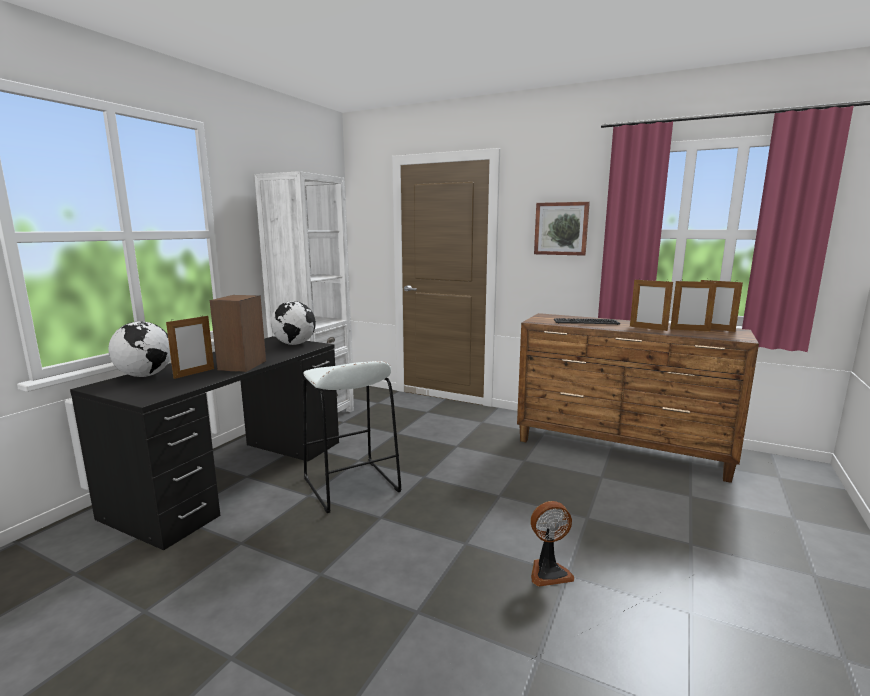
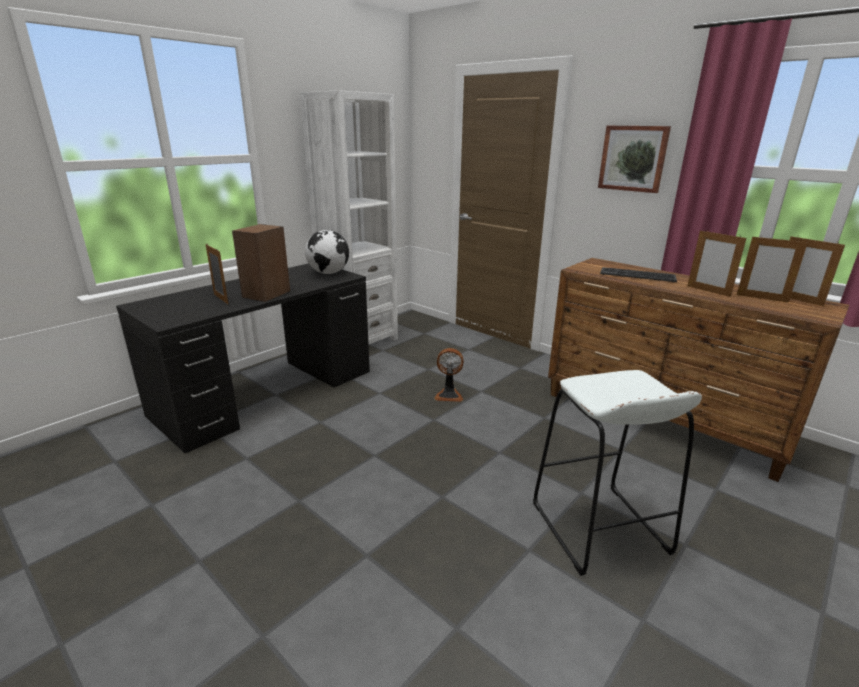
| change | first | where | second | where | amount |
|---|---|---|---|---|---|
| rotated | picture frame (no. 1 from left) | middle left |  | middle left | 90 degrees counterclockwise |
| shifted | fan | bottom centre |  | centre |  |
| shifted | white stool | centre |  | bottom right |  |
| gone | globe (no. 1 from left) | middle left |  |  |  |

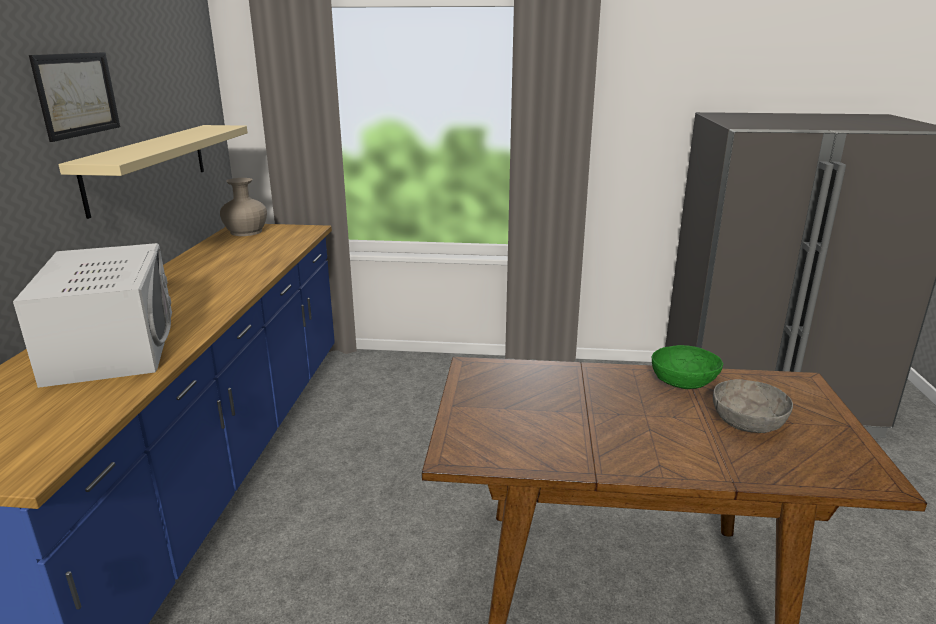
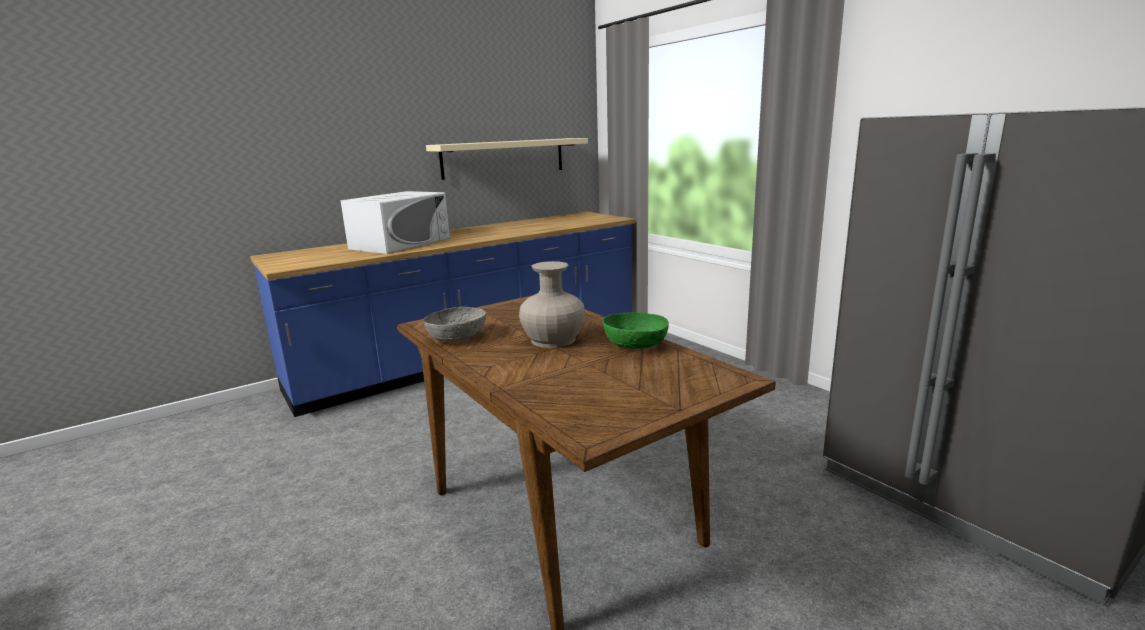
| change | first | where | second | where | amount |
|---|---|---|---|---|---|
| shifted | grey bowl | middle right |  | centre |  |
| shifted | beige vase | top left |  | centre |  |
| gone | picture | top left |  |  |  |

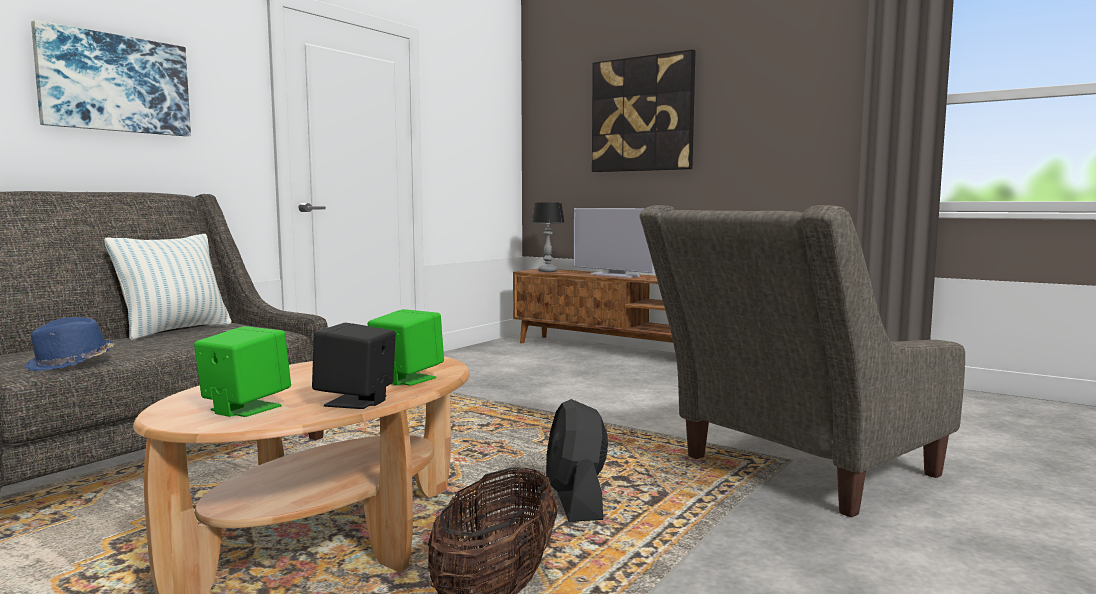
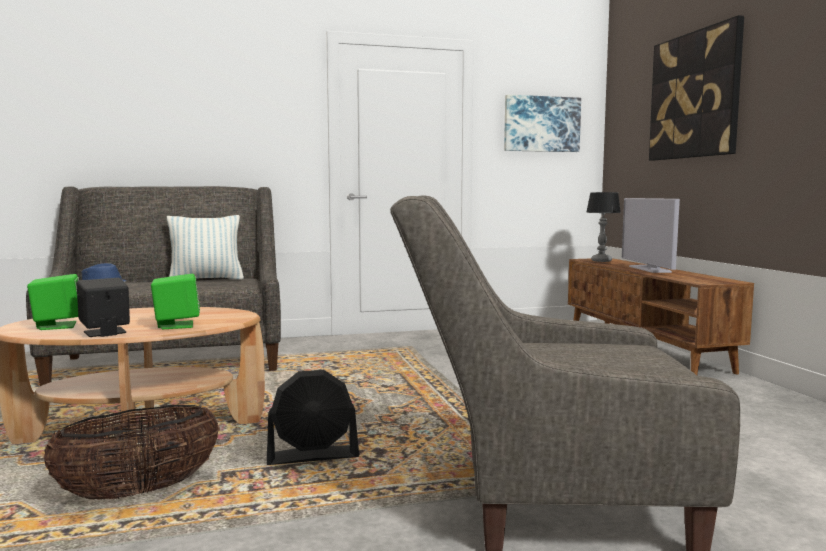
| change | first | where | second | where | amount |
|---|---|---|---|---|---|
| rotated | black fan | bottom centre |  | bottom centre | 135 degrees counterclockwise |
| shifted | picture (no. 1 from left) | top left |  | top centre |  |

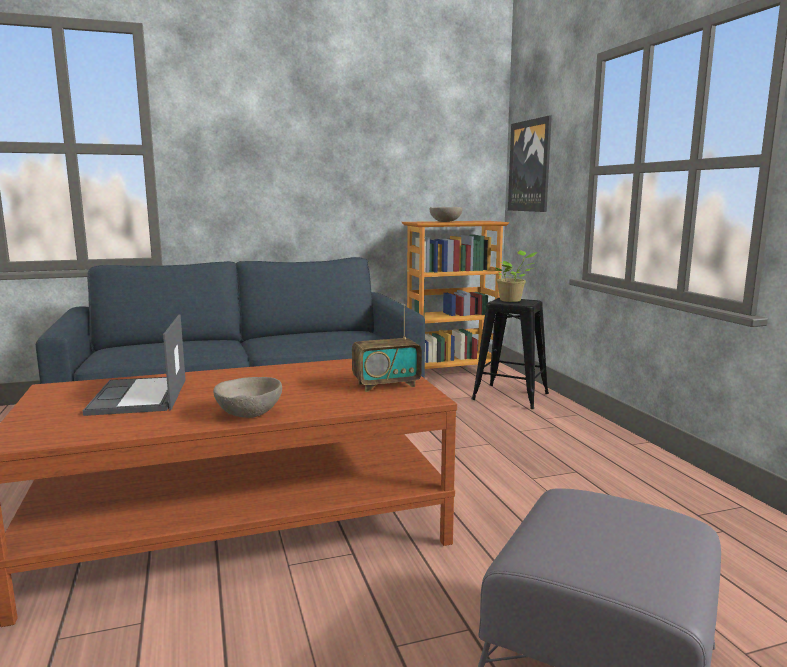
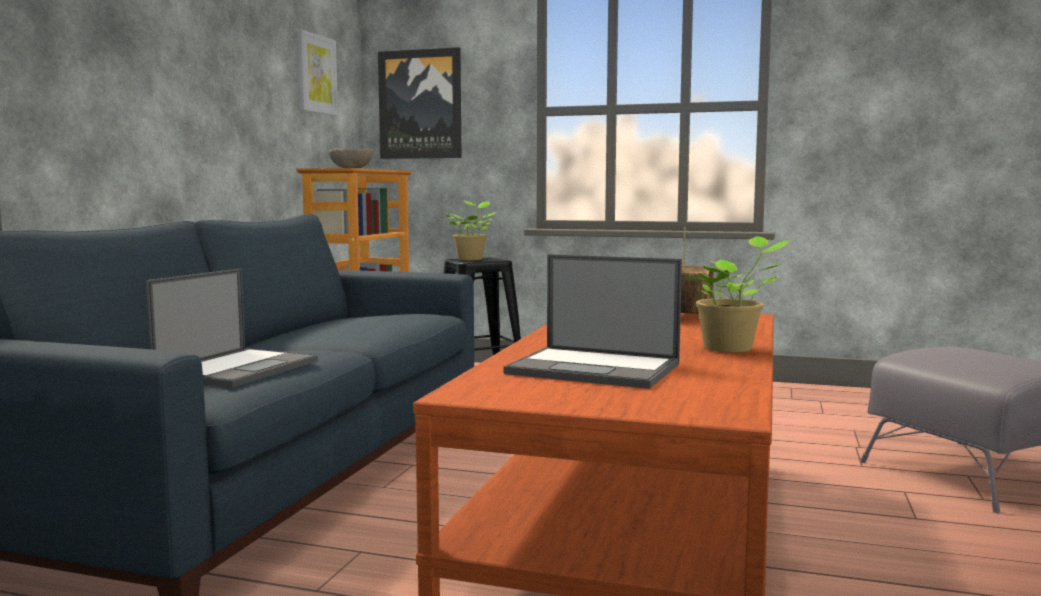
| change | first | where | second | where | amount |
|---|---|---|---|---|---|
| new |  |  | laptop (no. 1 from left) | middle left |  |
| new |  |  | picture (no. 1 from left) | top left |  |
| swapped | beige bowl (no. 1 from left) | middle left | potted plant (no. 2 from left) | middle right |  |

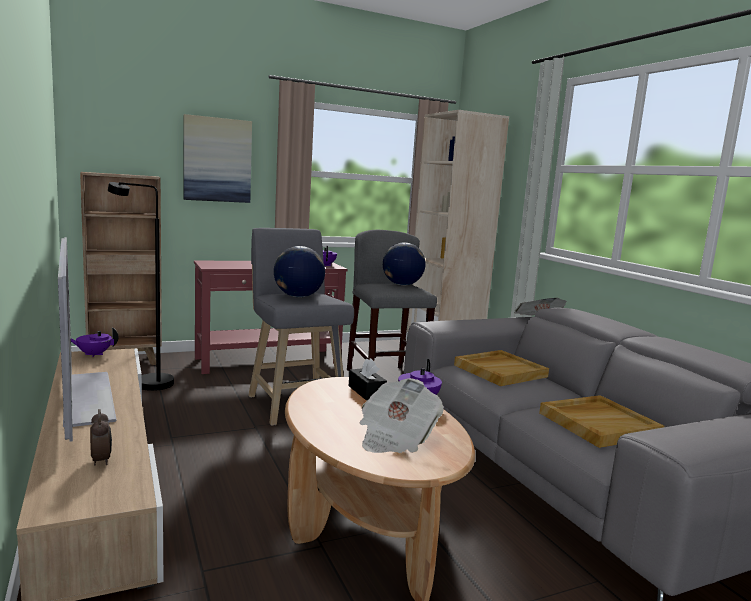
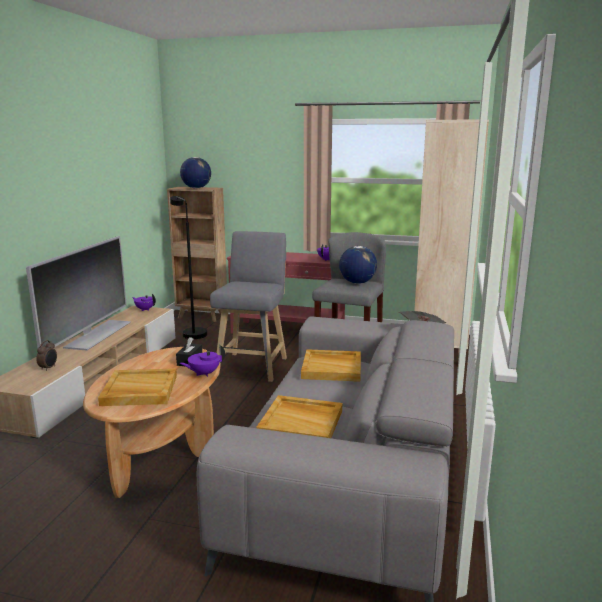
| change | first | where | second | where | amount |
|---|---|---|---|---|---|
| swapped | newspaper (no. 1 from left) | bottom centre | beige tray (no. 1 from left) | middle left |  |
| shifted | globe (no. 1 from left) | centre |  | top left |  |
| gone | picture | top left |  |  |  |

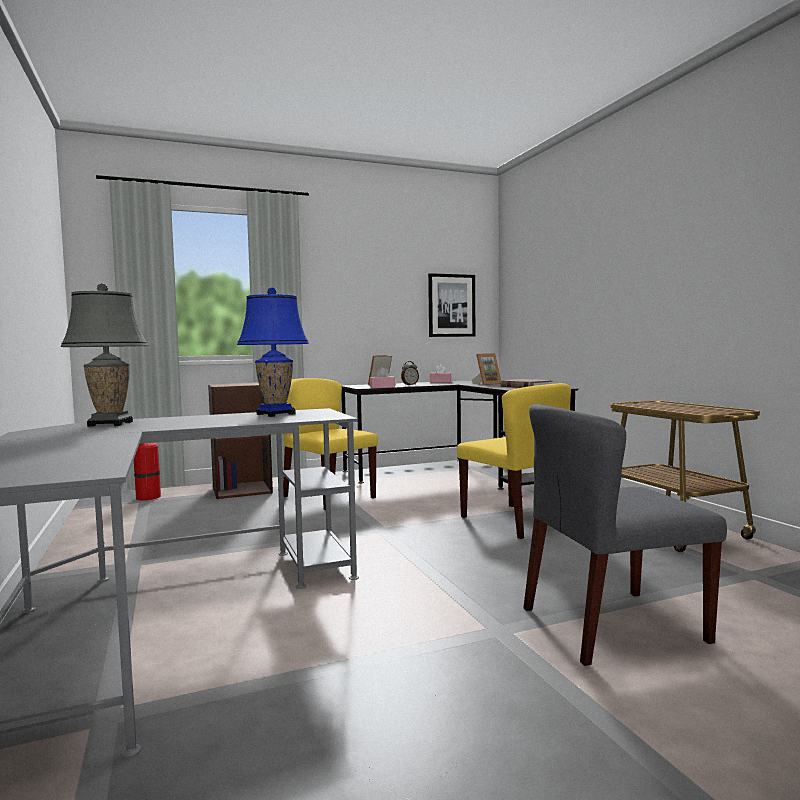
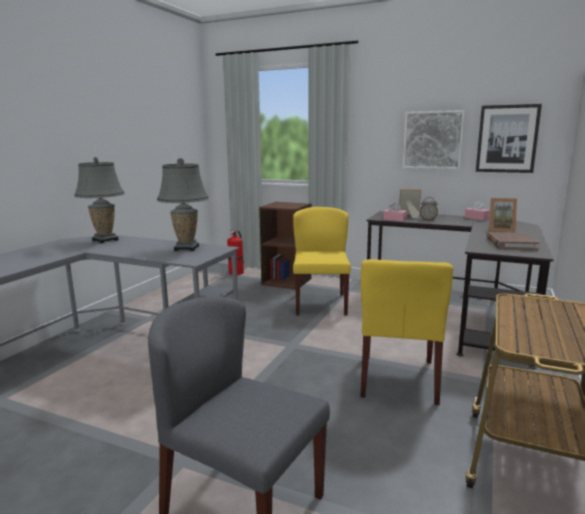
| change | first | where | second | where | amount |
|---|---|---|---|---|---|
| repainted | blue table lamp | centre | grey table lamp (no. 2 from left) | middle left |  |
| new |  |  | picture (no. 1 from left) | top right |  |

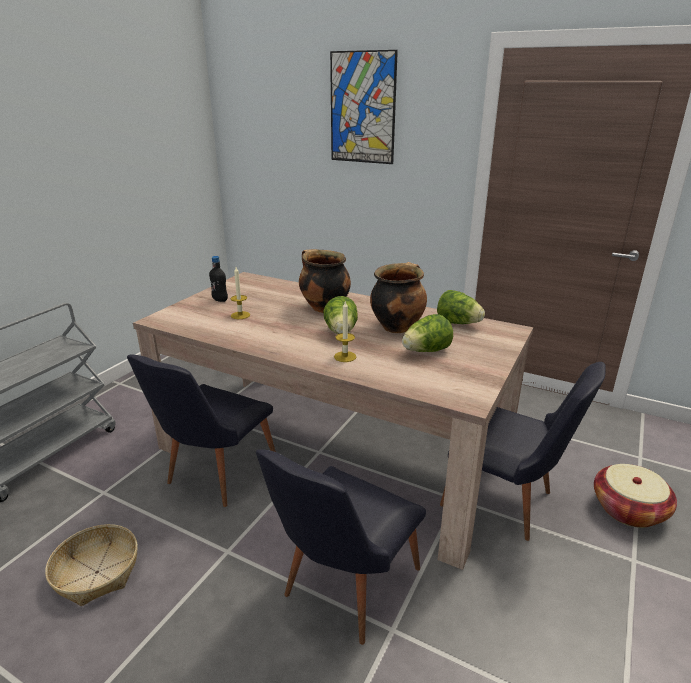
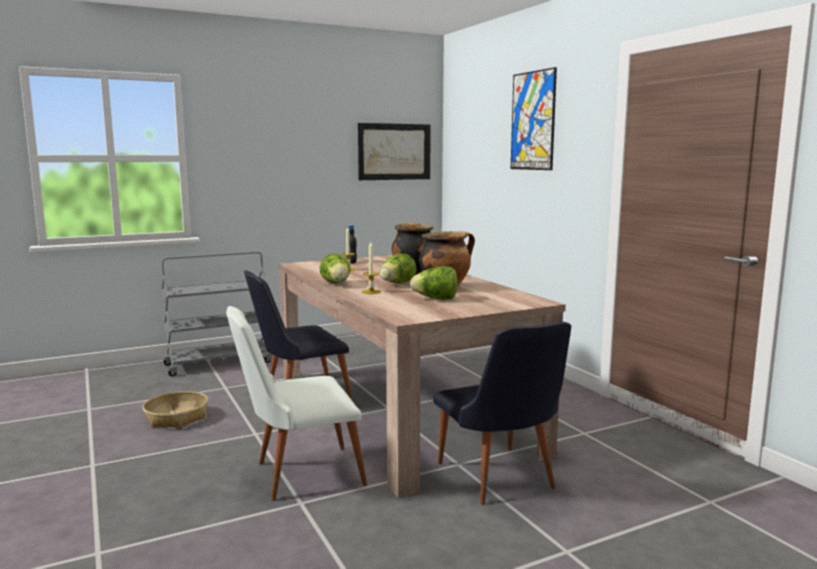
| change | first | where | second | where | amount |
|---|---|---|---|---|---|
| repainted | black chair (no. 2 from left) | bottom centre | white chair | bottom centre |  |
| shifted | lettuce (no. 3 from left in the first image) | middle right | lettuce (no. 1 from left) | centre |  |
| new |  |  | picture (no. 1 from left) | top centre |  |
| gone | basket (no. 2 from left) | bottom right |  |  |  |

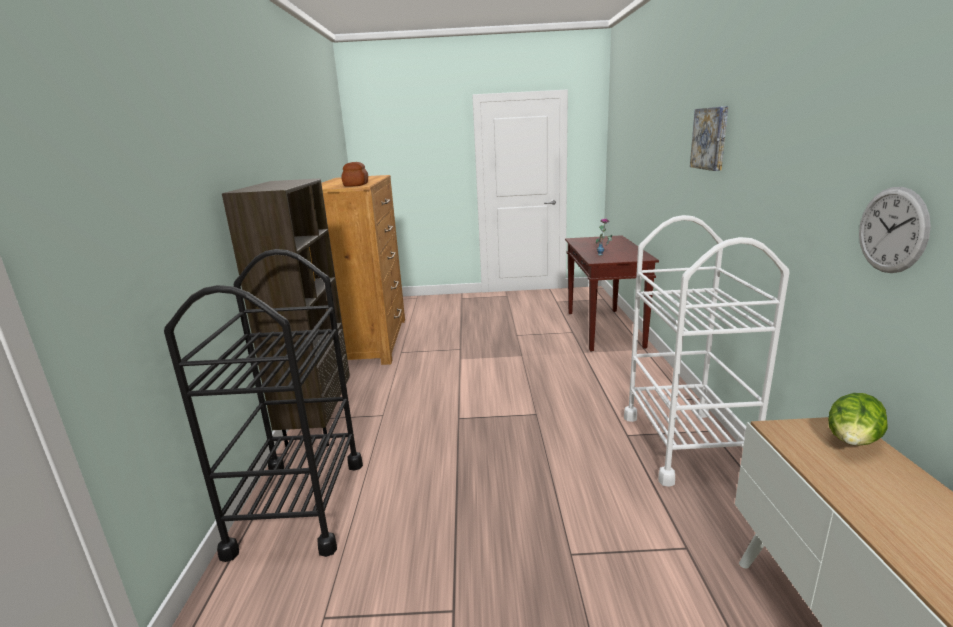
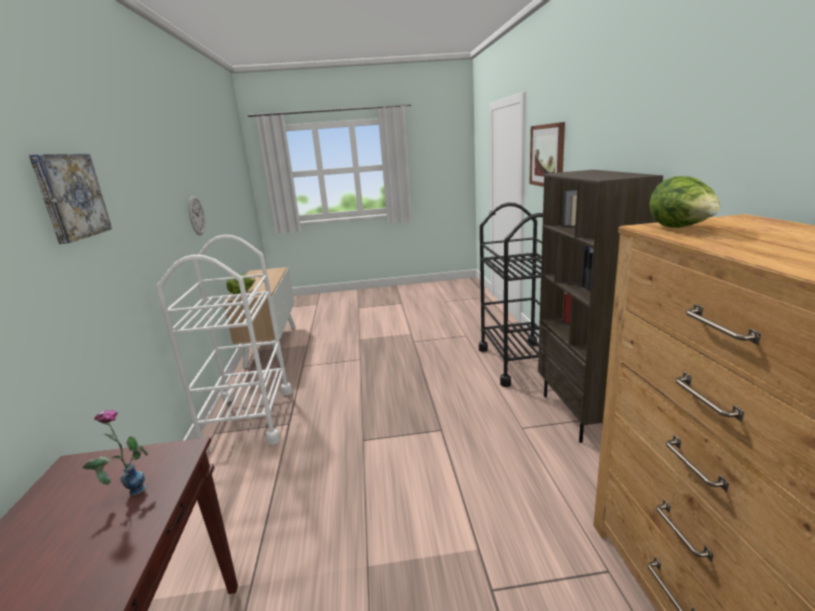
| change | first | where | second | where | amount |
|---|---|---|---|---|---|
| new |  |  | picture (no. 2 from left) | top right |  |
| swapped | bread | top centre | lettuce (no. 2 from left) | top right |  |

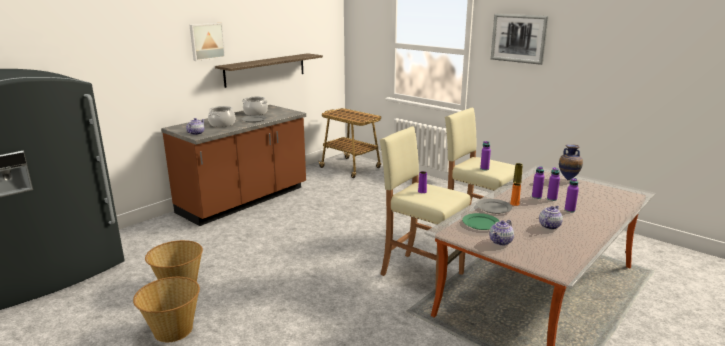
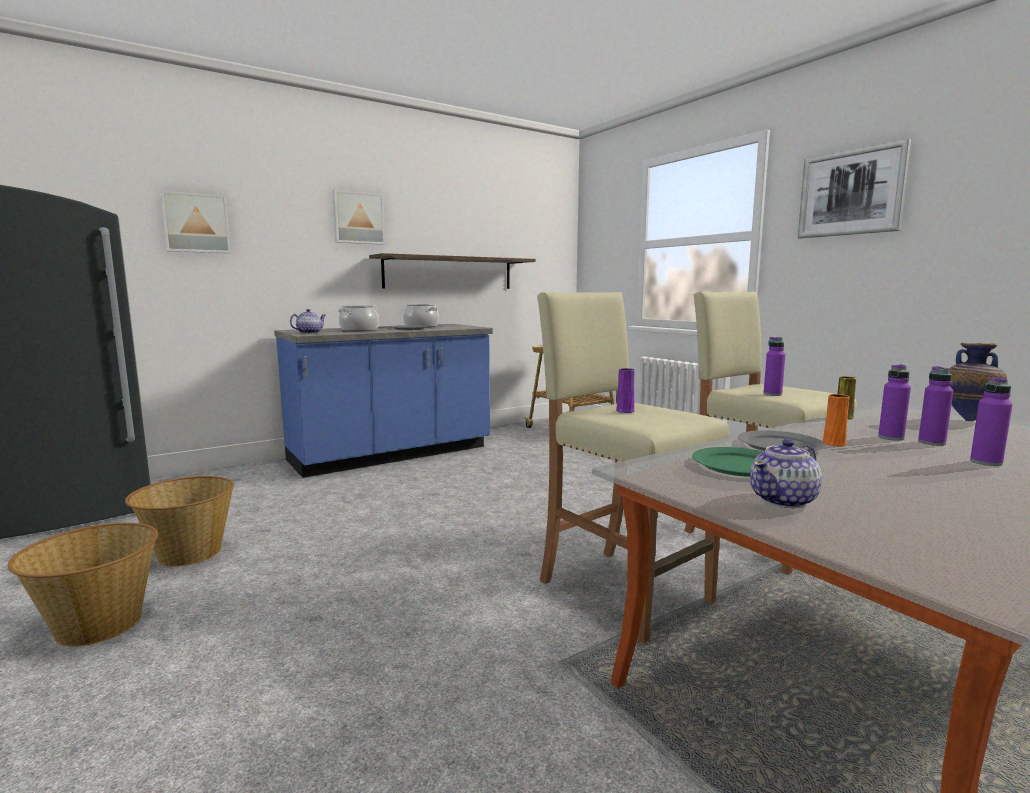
| change | first | where | second | where | amount |
|---|---|---|---|---|---|
| new |  |  | picture (no. 1 from left) | top left |  |
| repainted | brown counter | middle left | blue counter | centre |  |
| gone | teapot (no. 3 from left) | middle right |  |  |  |

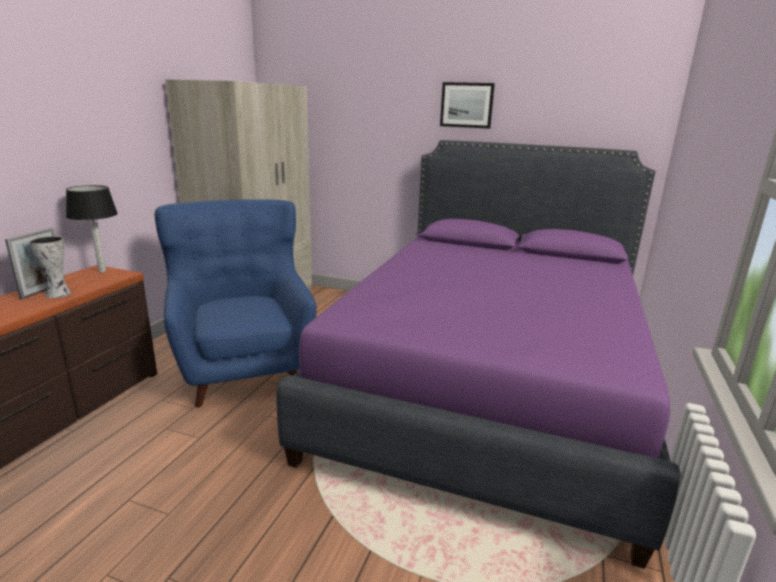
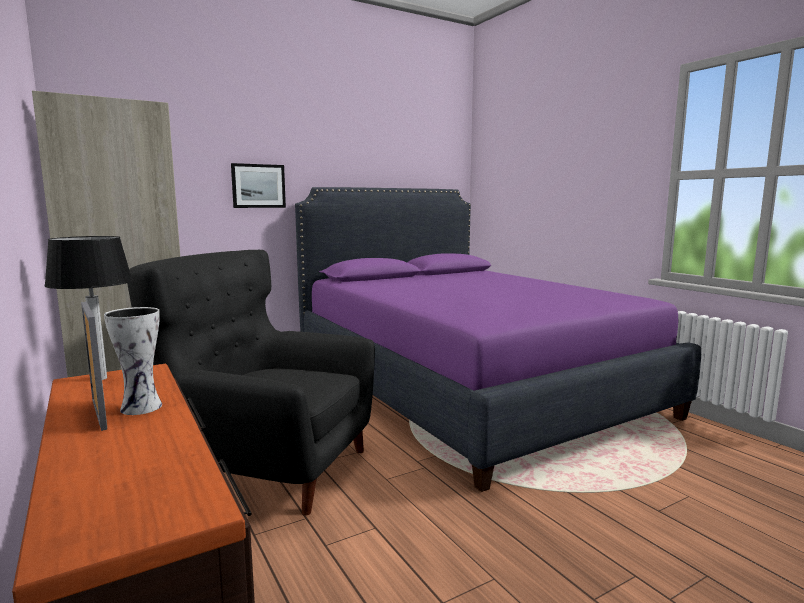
| change | first | where | second | where | amount |
|---|---|---|---|---|---|
| repainted | blue armchair | middle left | black armchair | middle left |  |
| shifted | picture | top centre |  | top left |  |

